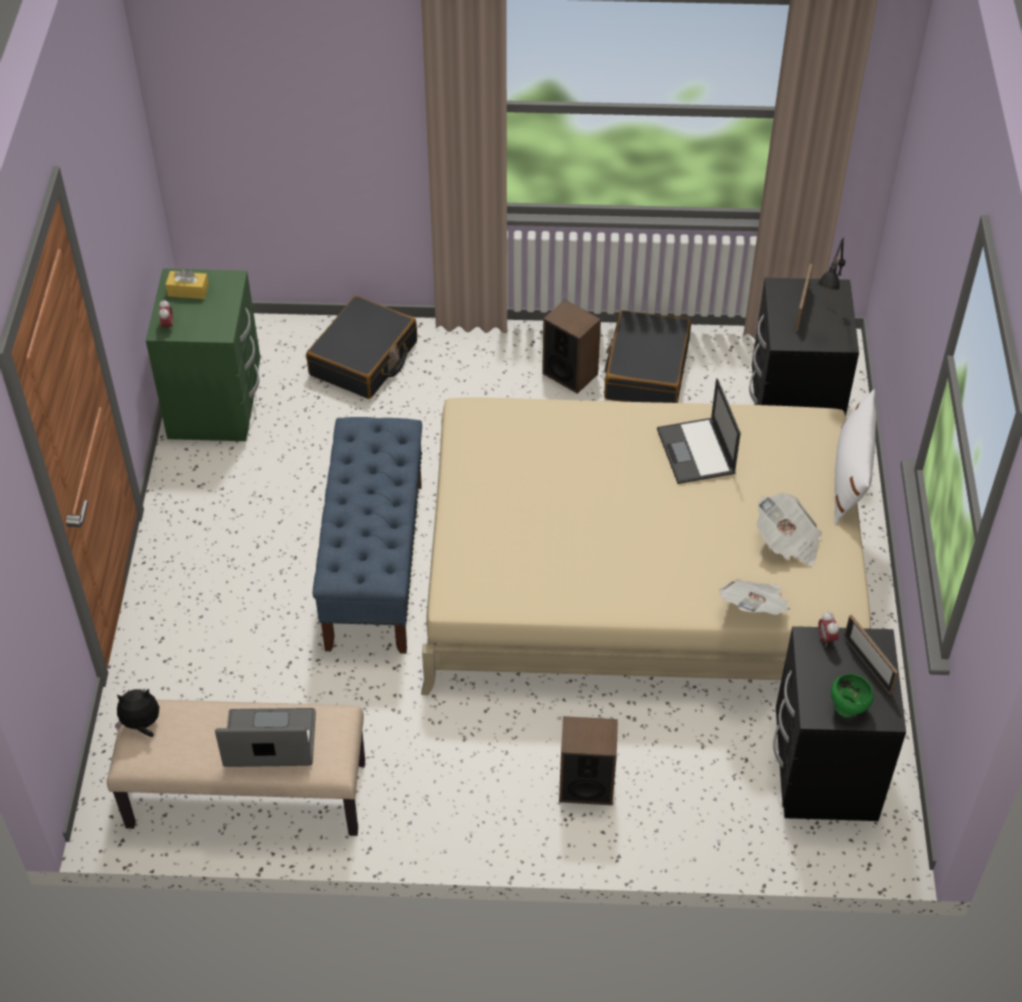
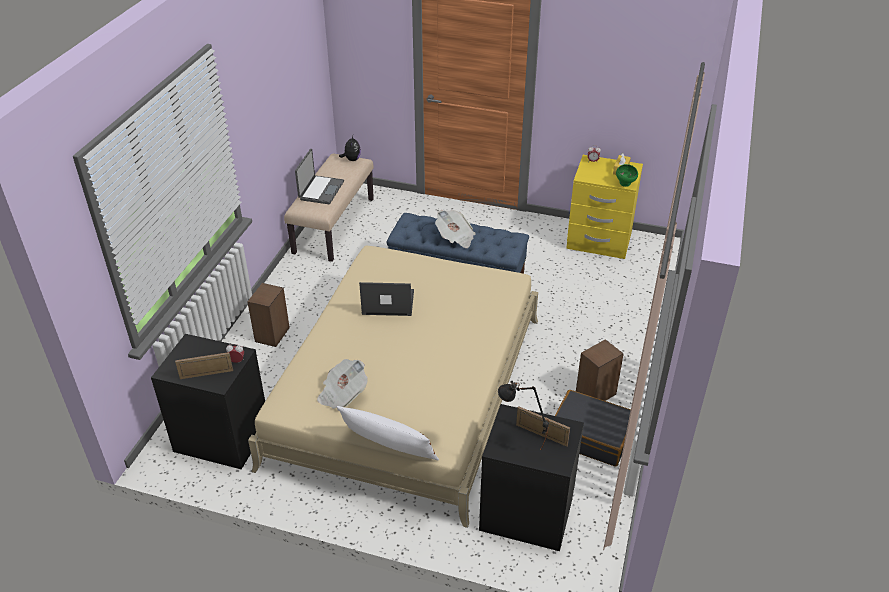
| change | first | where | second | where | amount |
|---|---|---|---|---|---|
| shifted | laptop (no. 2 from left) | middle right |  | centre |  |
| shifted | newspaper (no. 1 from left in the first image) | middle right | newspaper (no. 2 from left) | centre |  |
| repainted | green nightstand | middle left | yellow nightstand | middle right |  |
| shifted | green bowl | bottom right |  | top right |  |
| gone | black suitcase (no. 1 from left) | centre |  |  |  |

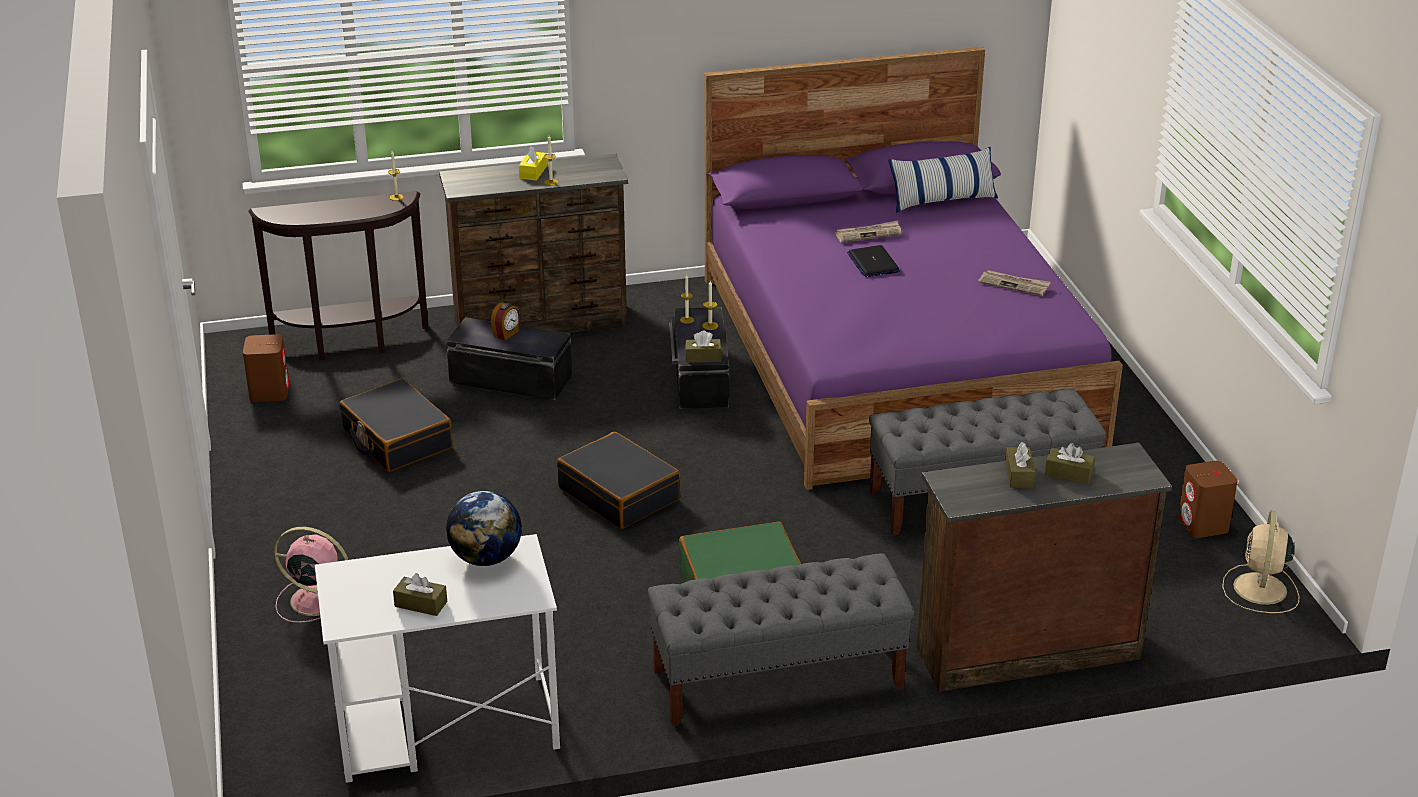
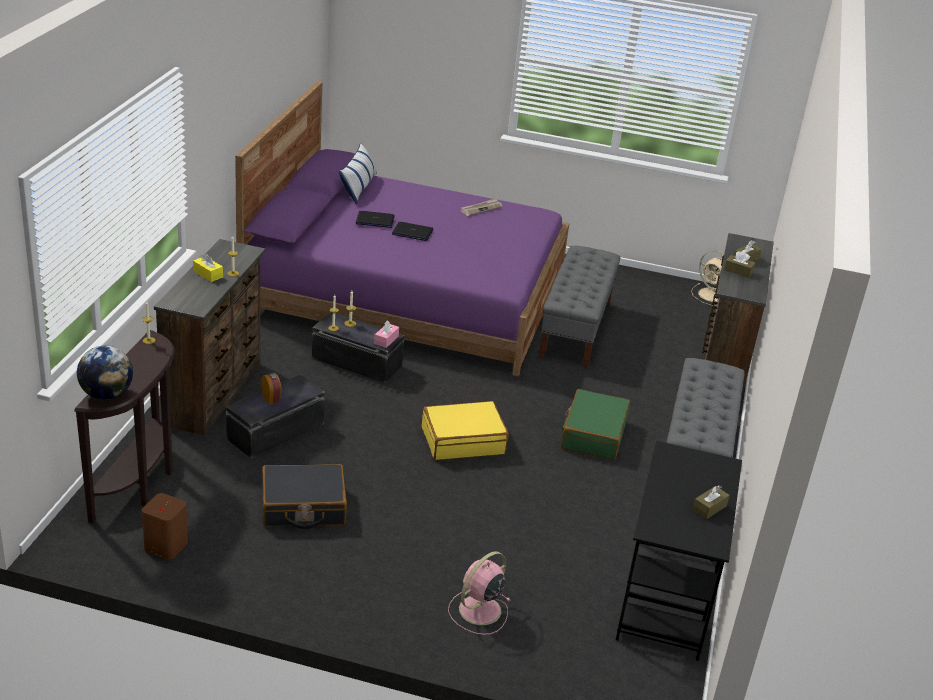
| change | first | where | second | where | amount |
|---|---|---|---|---|---|
| shifted | globe | centre |  | middle left |  |
| swapped | newspaper (no. 1 from left) | top centre | laptop (no. 1 from left) | top centre |  |
| repainted | brown tissue box (no. 2 from left) | centre | pink tissue box | centre |  |
| repainted | black suitcase (no. 2 from left) | centre | yellow suitcase | centre |  |
| repainted | white desk | bottom left | black desk | bottom right |  |
| gone | brown speaker (no. 2 from left) | middle right |  |  |  |

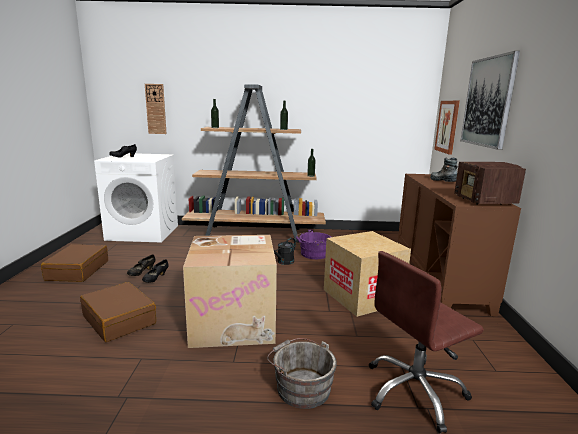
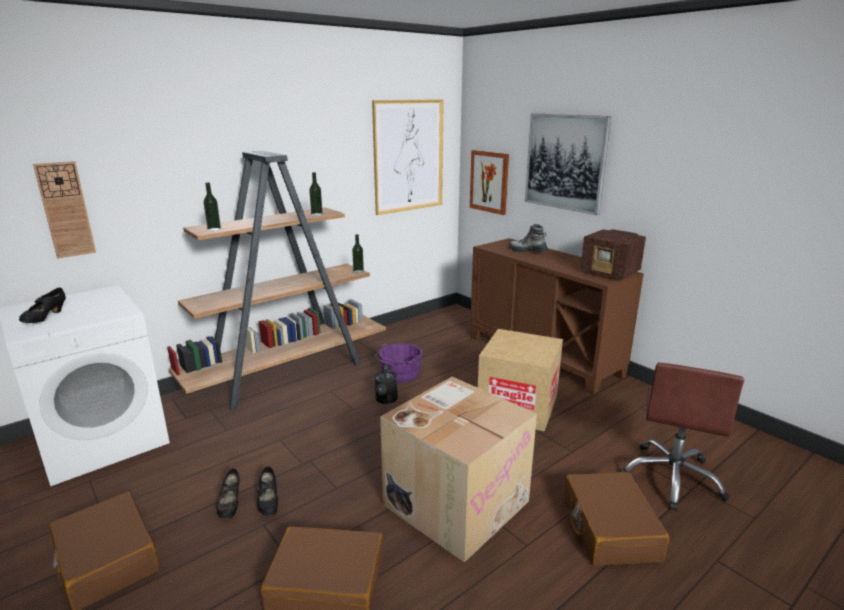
| change | first | where | second | where | amount |
|---|---|---|---|---|---|
| new |  |  | picture (no. 1 from left) | top centre |  |
| swapped | grey bucket | bottom centre | brown suitcase (no. 3 from left) | bottom right |  |

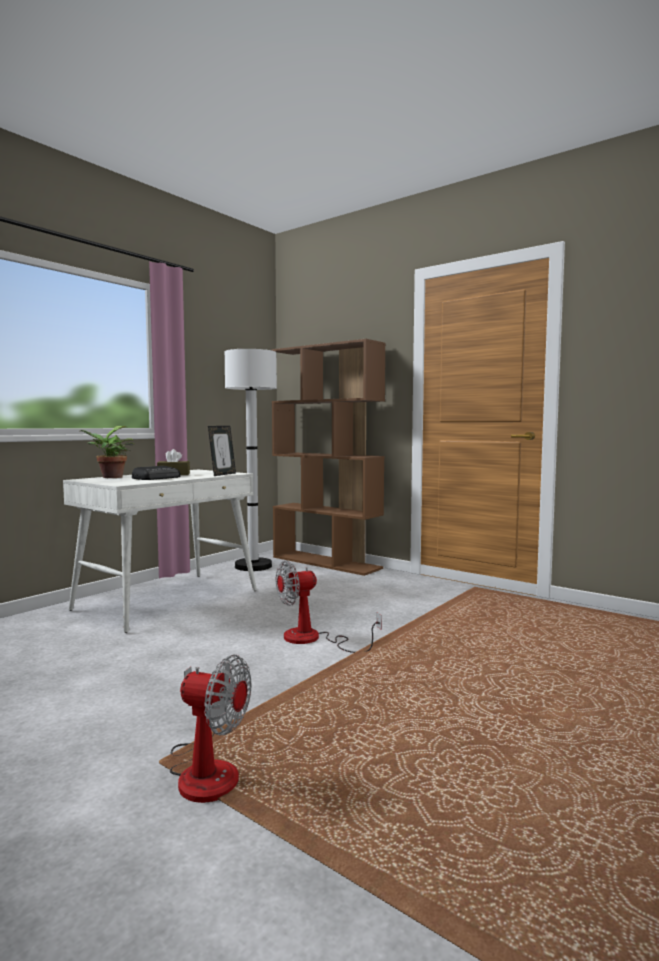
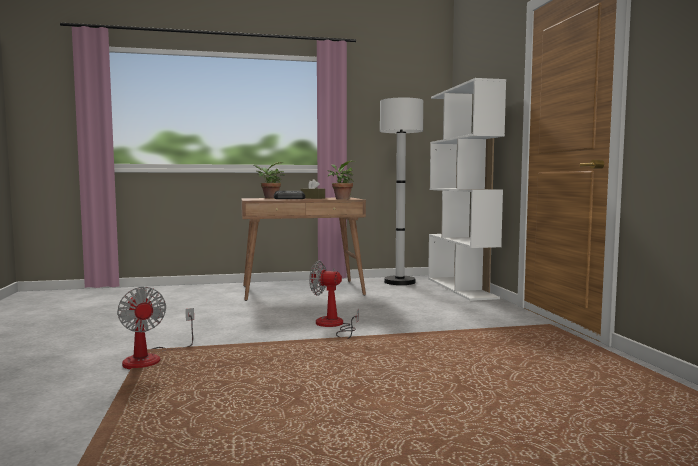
| change | first | where | second | where | amount |
|---|---|---|---|---|---|
| repainted | white desk | middle left | brown desk | centre |  |
| swapped | picture frame | centre | potted plant (no. 2 from left) | centre |  |
| repainted | brown bookcase | centre | white bookcase | middle right |  |

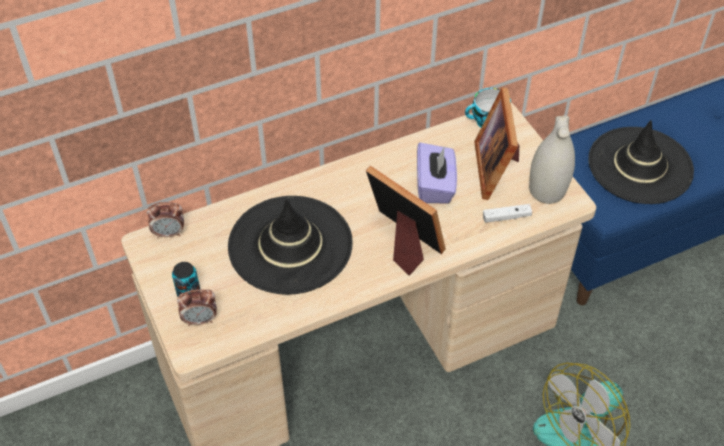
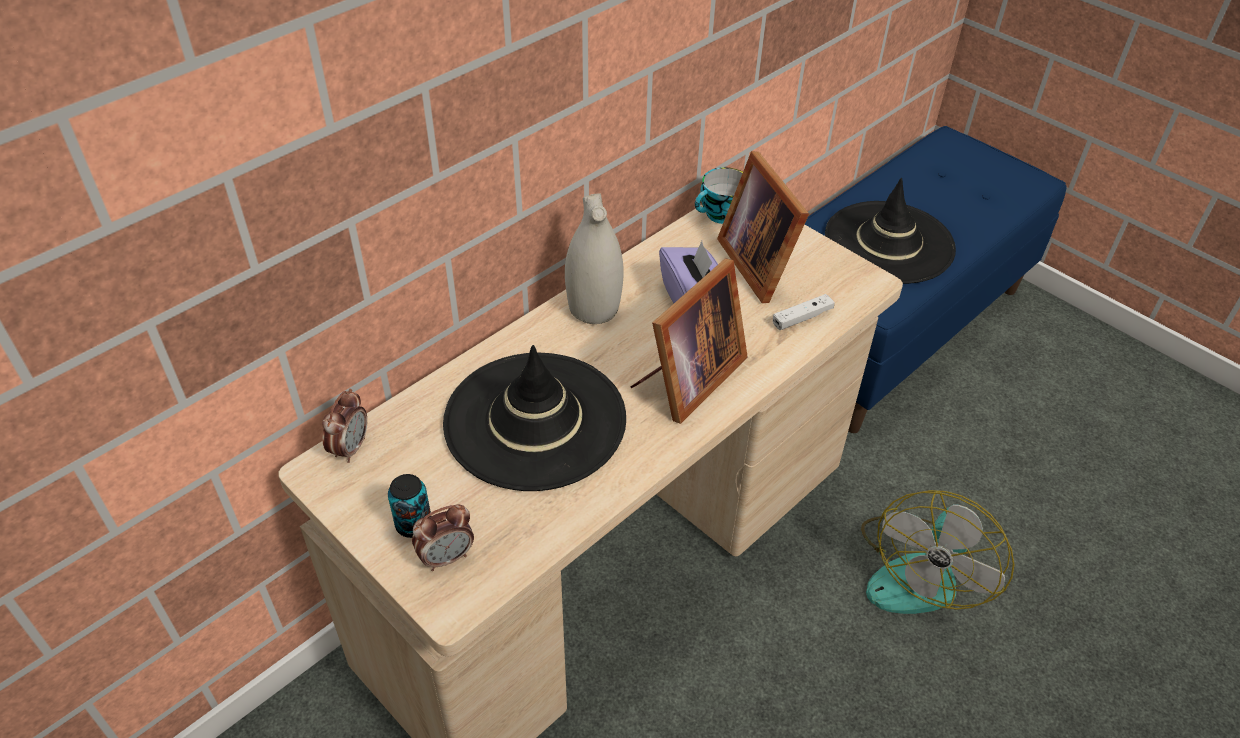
| change | first | where | second | where | amount |
|---|---|---|---|---|---|
| rotated | alarm clock (no. 1 from left) | middle left |  | middle left | 45 degrees counterclockwise |
| shifted | white vase | middle right |  | centre |  |
| rotated | picture frame (no. 1 from left) | centre |  | centre | 105 degrees clockwise |

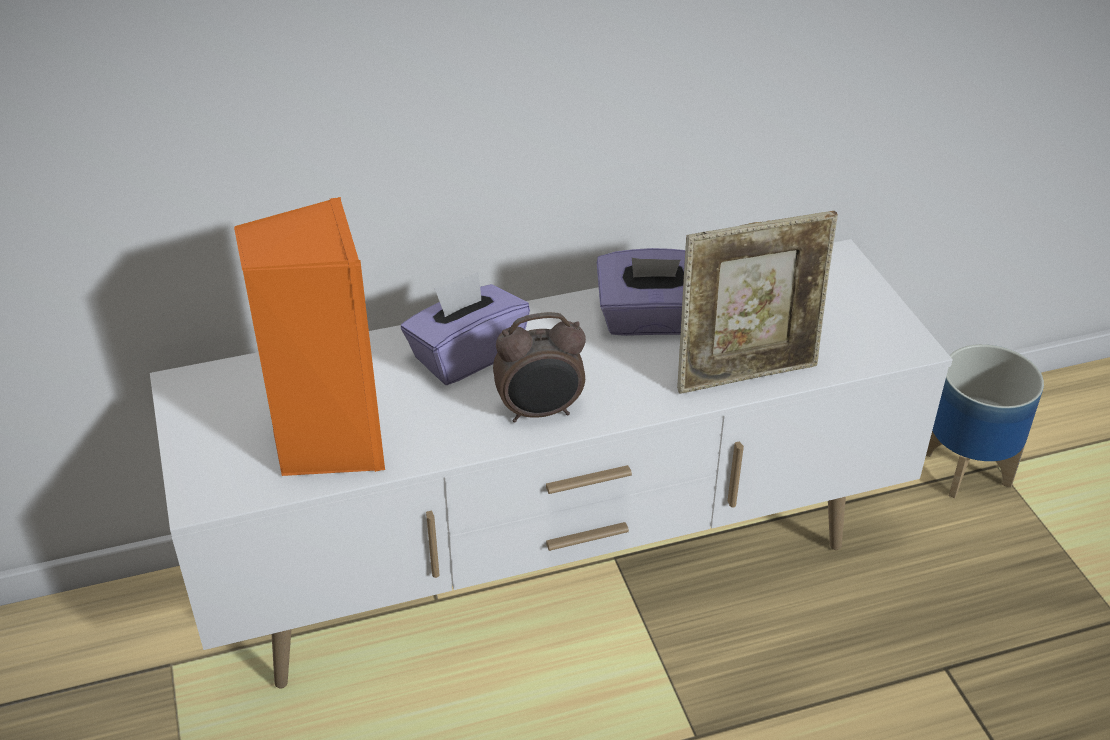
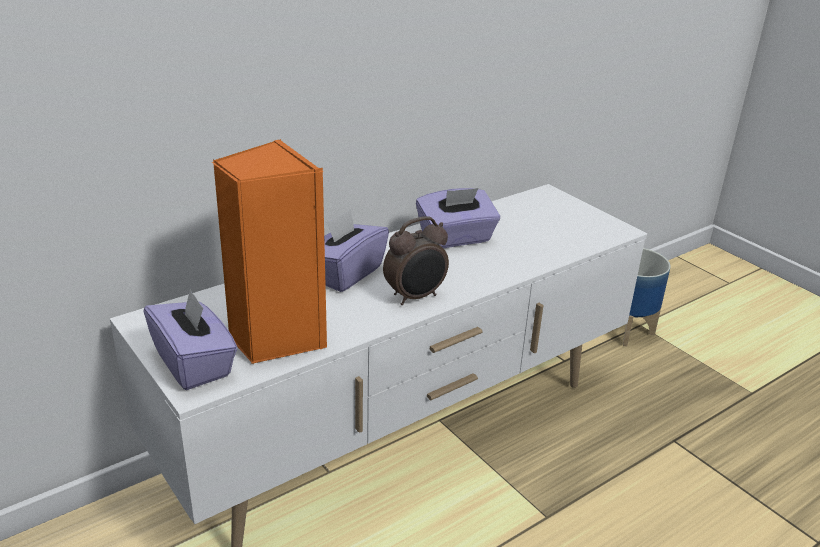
| change | first | where | second | where | amount |
|---|---|---|---|---|---|
| new |  |  | purple tissue box (no. 1 from left) | middle left |  |
| gone | picture frame | middle right |  |  |  |

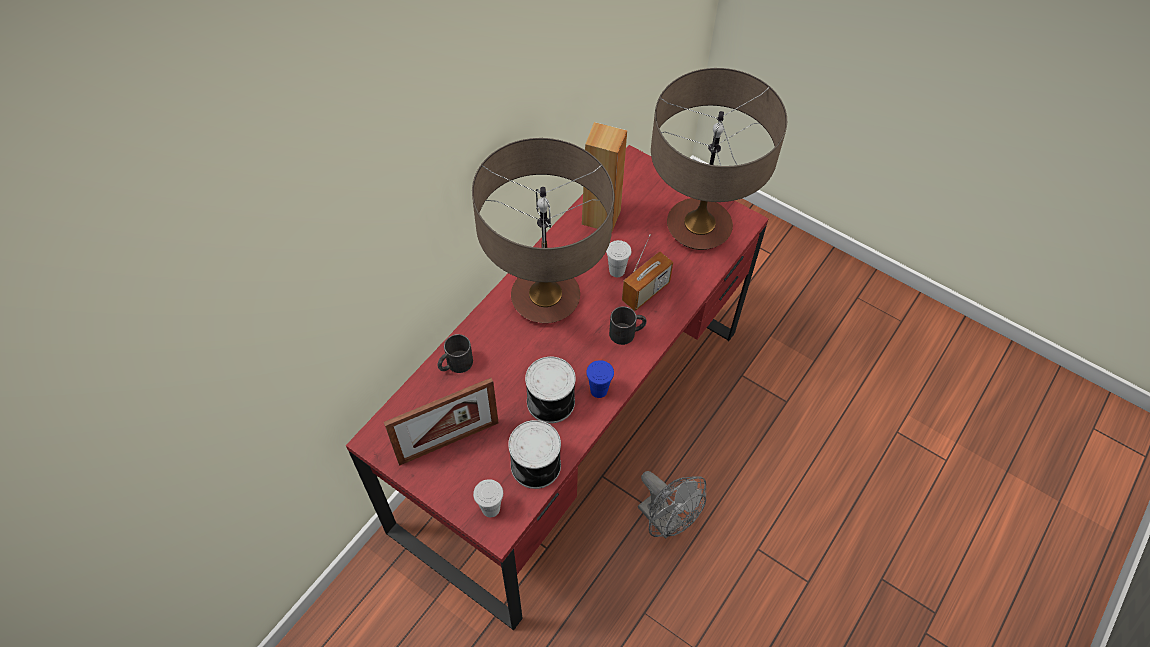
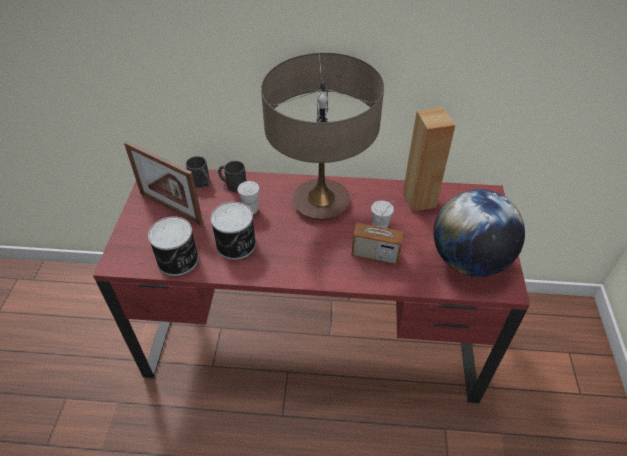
| change | first | where | second | where | amount |
|---|---|---|---|---|---|
| shifted | black mug (no. 2 from left in the first image) | centre | black mug (no. 1 from left) | middle left |  |
| shifted | white cup (no. 1 from left) | bottom centre |  | centre |  |
| swapped | table lamp (no. 2 from left) | top centre | globe | middle right |  |
| gone | blue cup | centre |  |  |  |
| gone | grey fan | bottom centre |  |  |  |

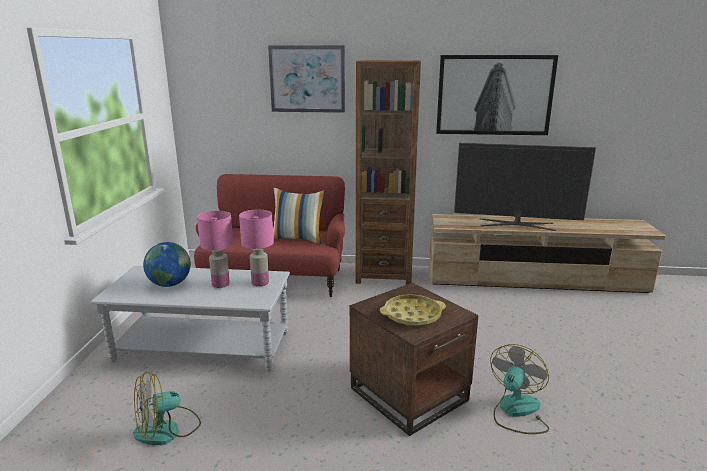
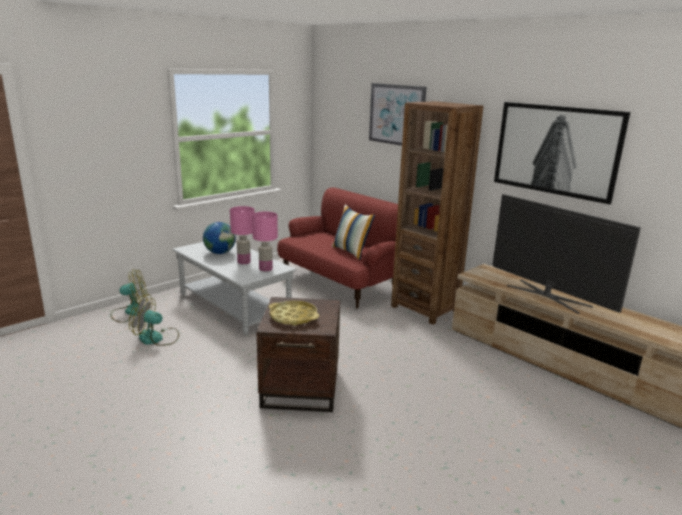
| change | first | where | second | where | amount |
|---|---|---|---|---|---|
| shifted | fan (no. 2 from left in the first image) | bottom right | fan (no. 1 from left) | middle left |  |

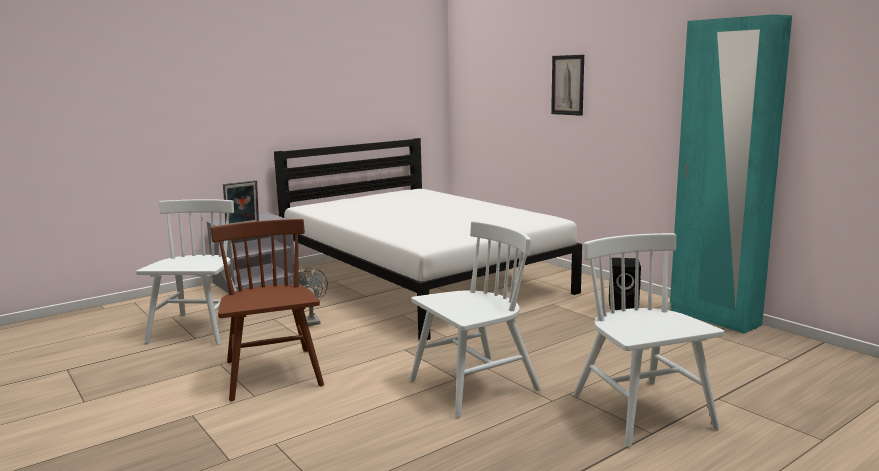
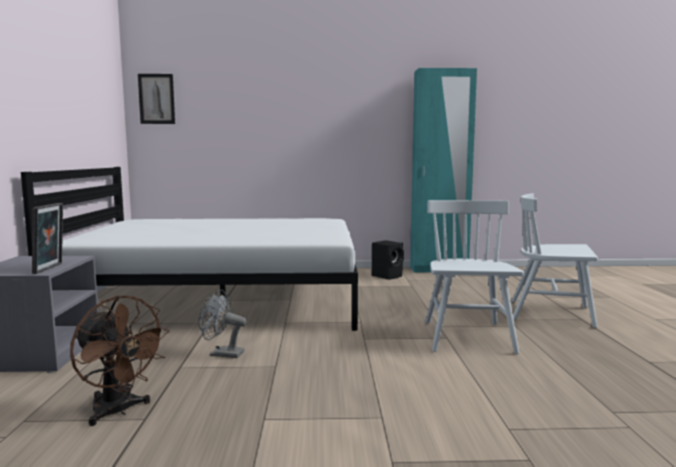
| change | first | where | second | where | amount |
|---|---|---|---|---|---|
| swapped | white chair (no. 1 from left) | middle left | brown fan | bottom left |  |
| shifted | picture | top centre |  | top left |  |
| gone | brown chair | middle left |  |  |  |

